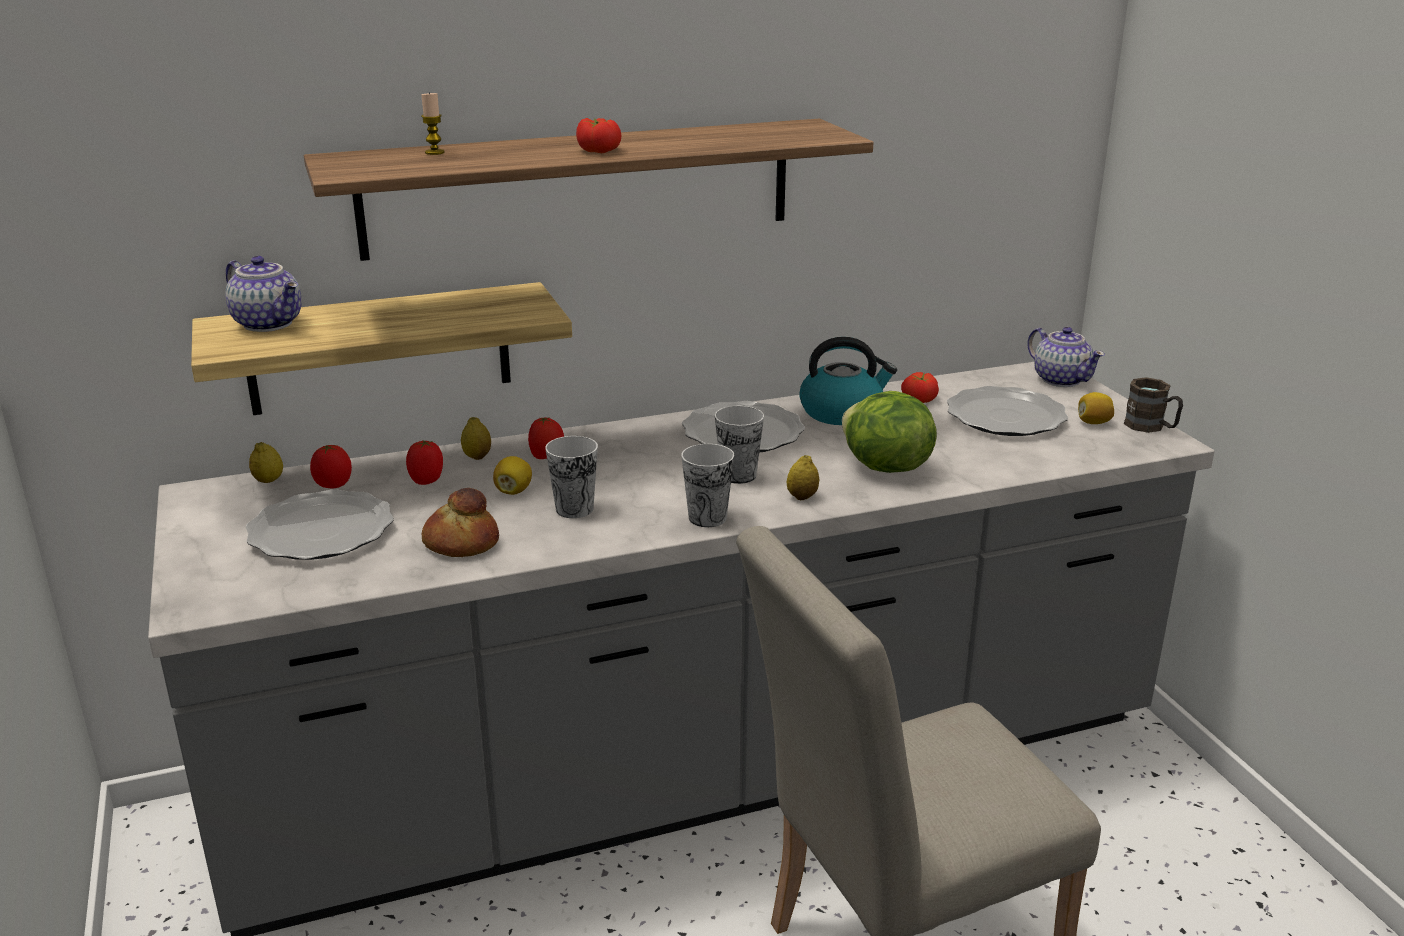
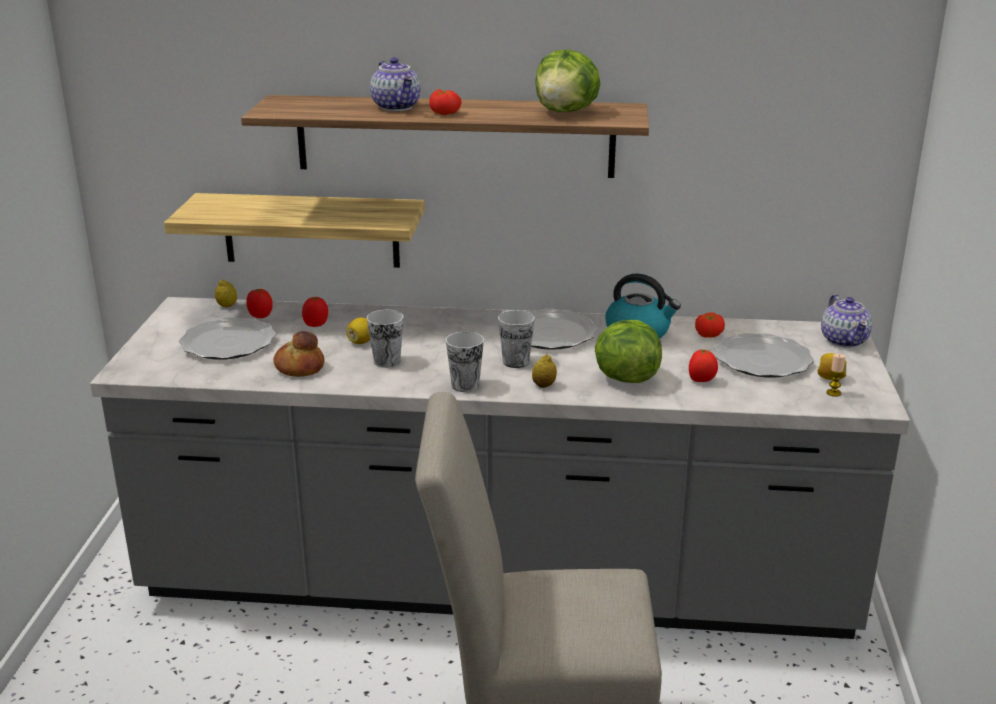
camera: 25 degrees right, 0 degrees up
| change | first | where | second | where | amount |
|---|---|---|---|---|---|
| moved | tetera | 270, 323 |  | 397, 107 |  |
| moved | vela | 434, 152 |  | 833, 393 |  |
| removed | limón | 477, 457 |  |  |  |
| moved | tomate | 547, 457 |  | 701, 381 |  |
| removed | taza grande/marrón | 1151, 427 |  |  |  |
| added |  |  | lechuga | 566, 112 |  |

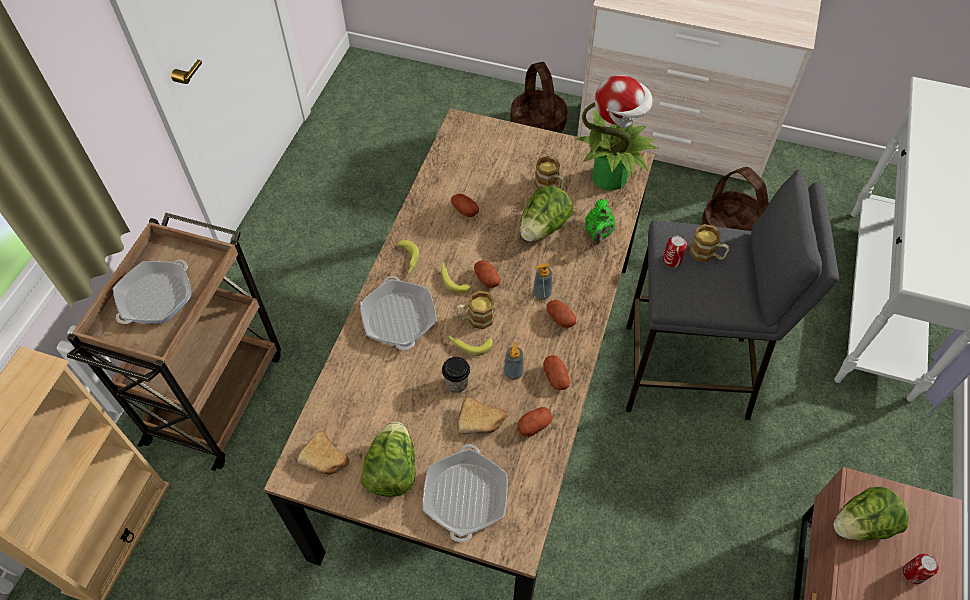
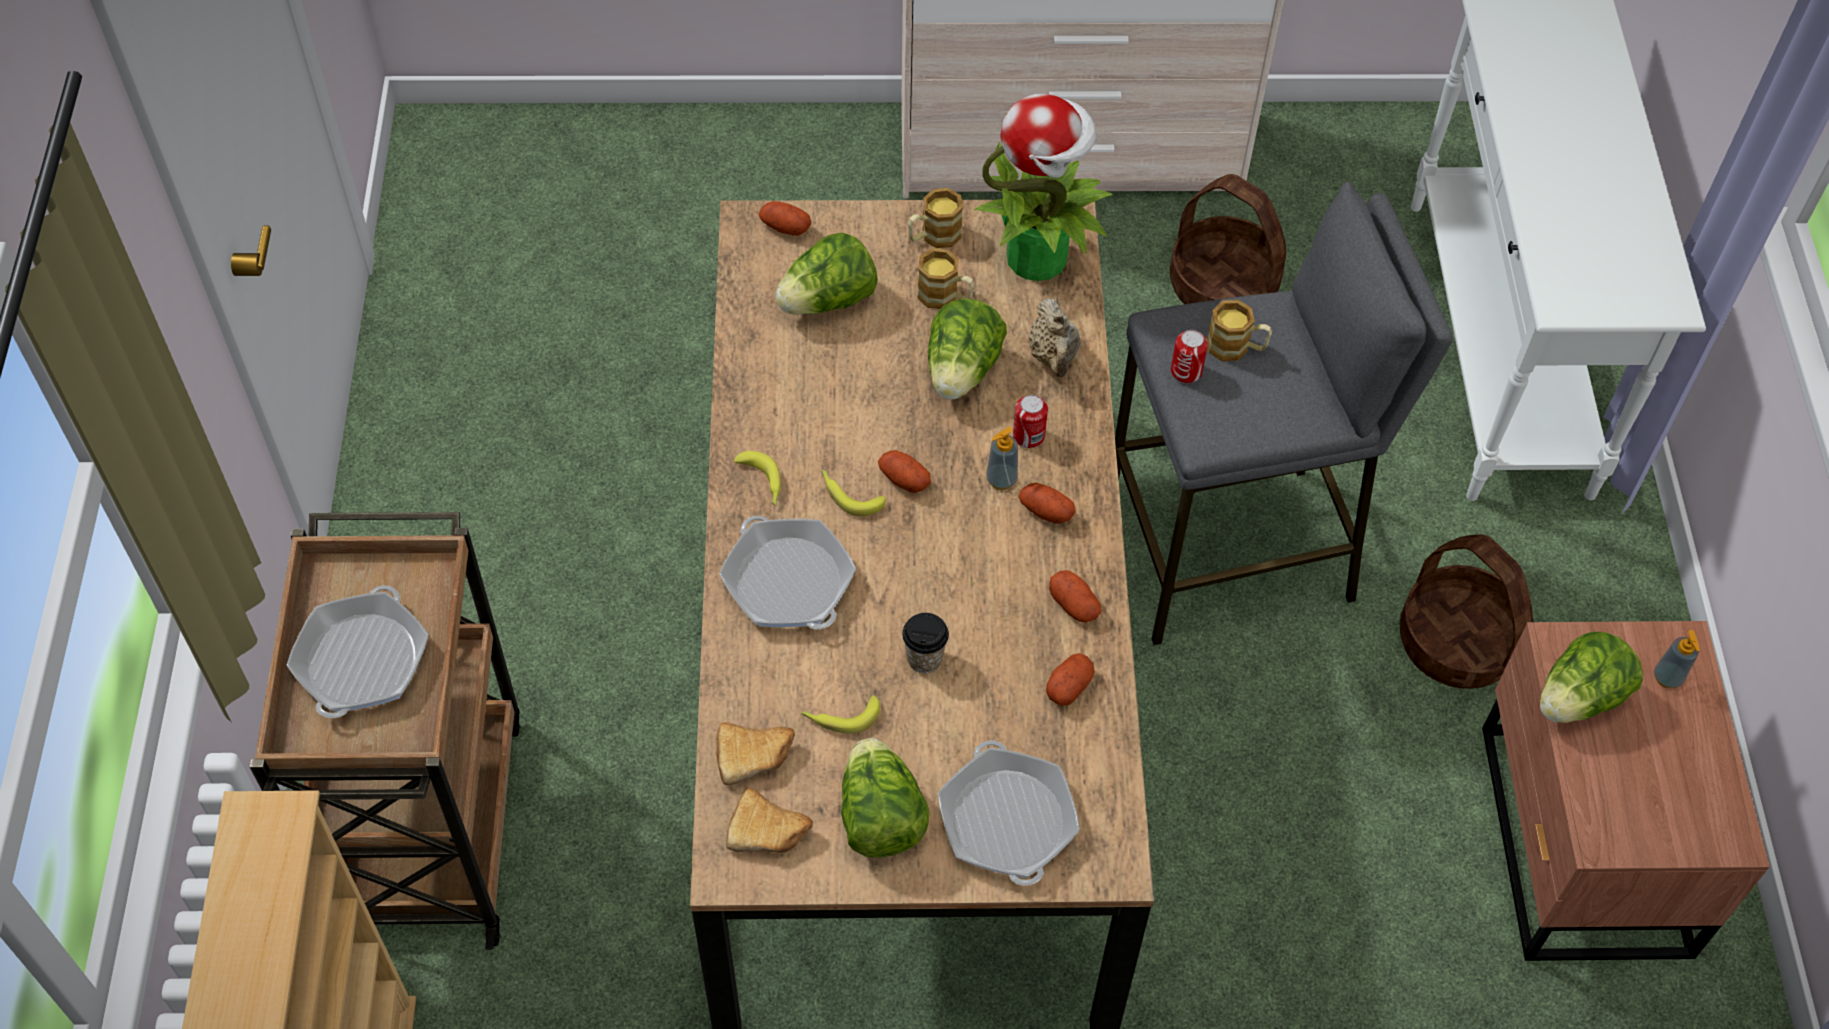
camera: 20 degrees left, 0 degrees up
| change | first | where | second | where | amount |
|---|---|---|---|---|---|
| moved | plátano | 469, 344 |  | 840, 717 |  |
| moved | patata | 464, 210 |  | 785, 227 |  |
| moved | taza grande | 475, 319 |  | 933, 236 |  |
| moved | pan | 482, 422 |  | 757, 757 |  |
| moved | dispensador de jabón | 513, 373 |  | 1667, 677 |  |
| moved | cesta | 538, 125 |  | 1458, 642 |  |
| recoloured | tetera/verde | 598, 233 | tetera/beis | 1053, 357 |  |
| moved | lata | 913, 573 |  | 1028, 436 |  |
| added |  |  | lechuga | 828, 301 |  |

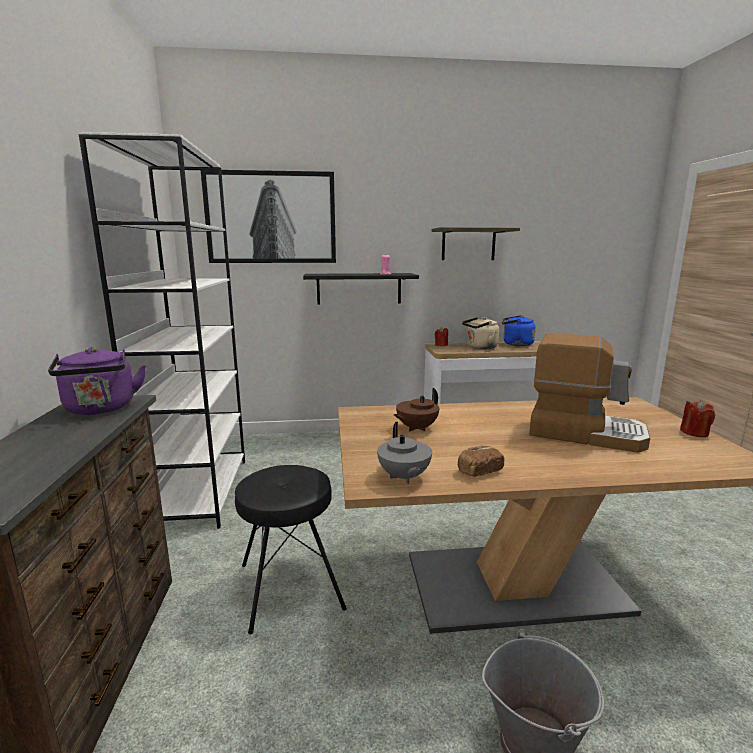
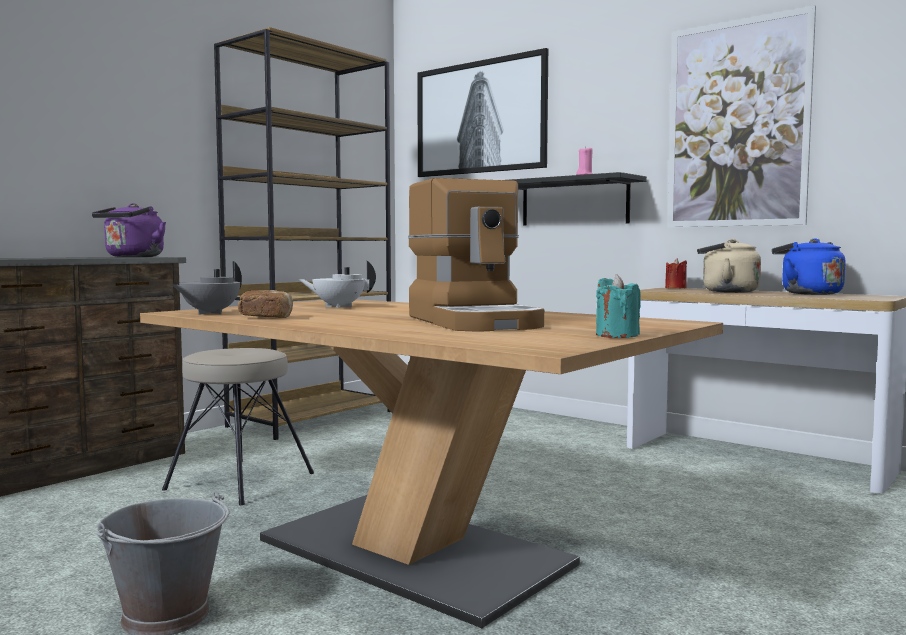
camera: 45 degrees right, 10 degrees down
| change | first | where | second | where | amount |
|---|---|---|---|---|---|
| recoloured | estantería/blanco | 199, 492 | estantería/marrón | 312, 418 |  |
| recoloured | taburete/negro | 289, 586 | taburete/beis | 239, 481 |  |
| recoloured | tetera/marrón | 416, 428 | tetera/blanco | 338, 306 |  |
| replaced | estante | 468, 244 | cuadro | 737, 124 |  |
| recoloured | vela/rojo | 694, 432 | vela/turquesa | 616, 335 |  |

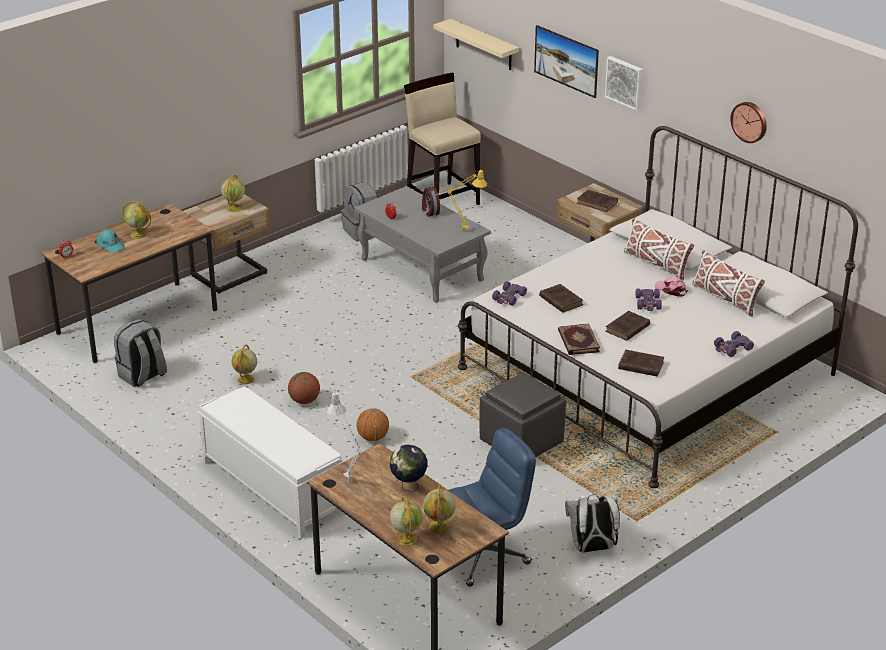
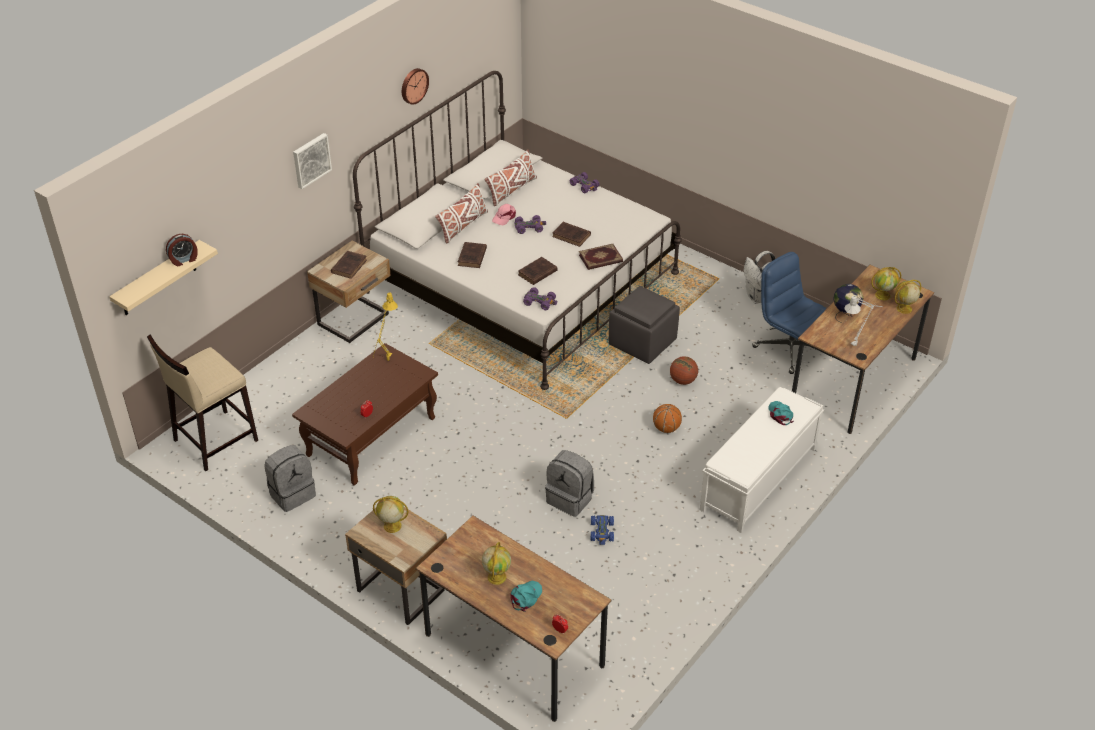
camera: 100 degrees left, 10 degrees up
| change | first | where | second | where | amount |
|---|---|---|---|---|---|
| moved | mochila/gris | 142, 376 |  | 570, 499 |  |
| replaced | globo terráqueo | 246, 380 | coche de juguete/azul | 602, 532 |  |
| moved | balón de baloncesto | 304, 401 |  | 683, 380 |  |
| recoloured | mesa de centro/gris | 421, 269 | mesa de centro/marrón | 370, 437 |  |
| moved | despertador | 430, 211 |  | 184, 260 |  |
| removed | cuadro | 565, 72 |  |  |  |
| moved | libro/marrón | 639, 365 |  | 472, 257 |  |
| added |  |  | gorra/turquesa | 780, 414 |  |

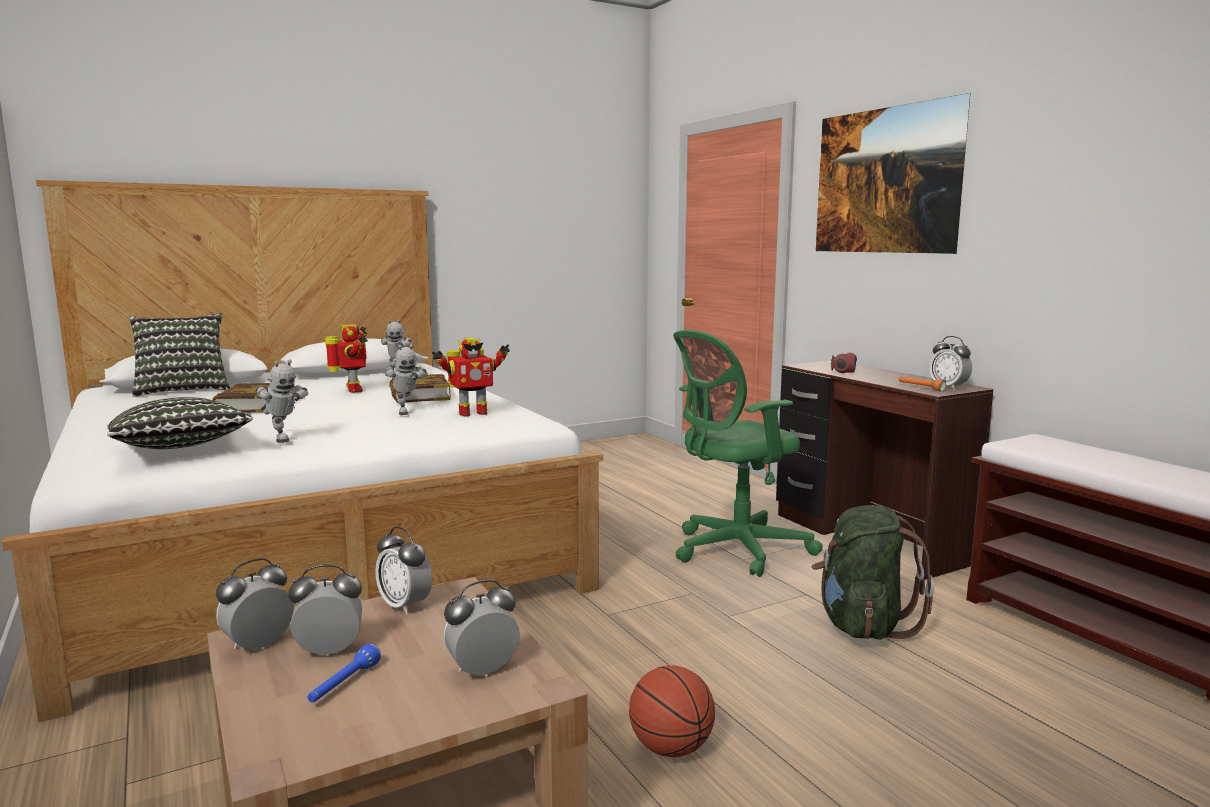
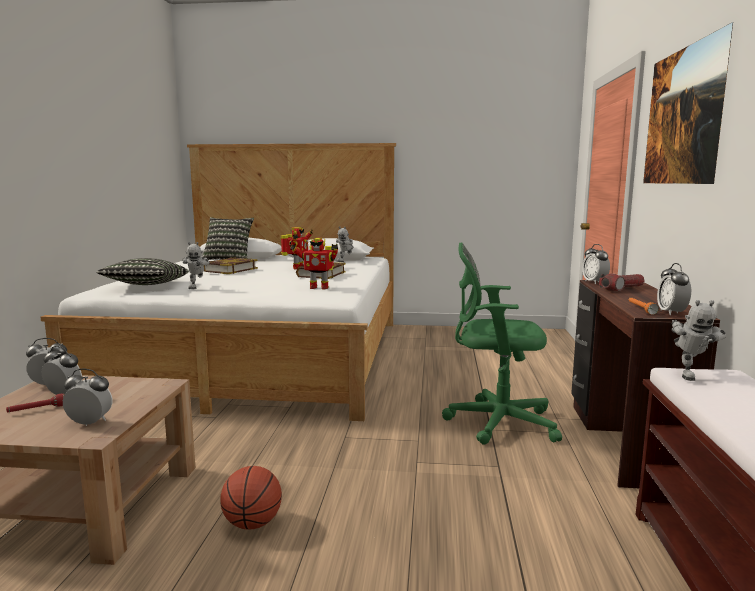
camera: 35 degrees right, 0 degrees up
| change | first | where | second | where | amount |
|---|---|---|---|---|---|
| recoloured | linterna/azul | 343, 685 | linterna/rojo | 37, 410 |  |
| moved | despertador | 405, 605 |  | 594, 282 |  |
| moved | robot de juguete | 405, 412 |  | 688, 375 |  |
| removed | mochila/verde | 862, 625 |  |  |  |

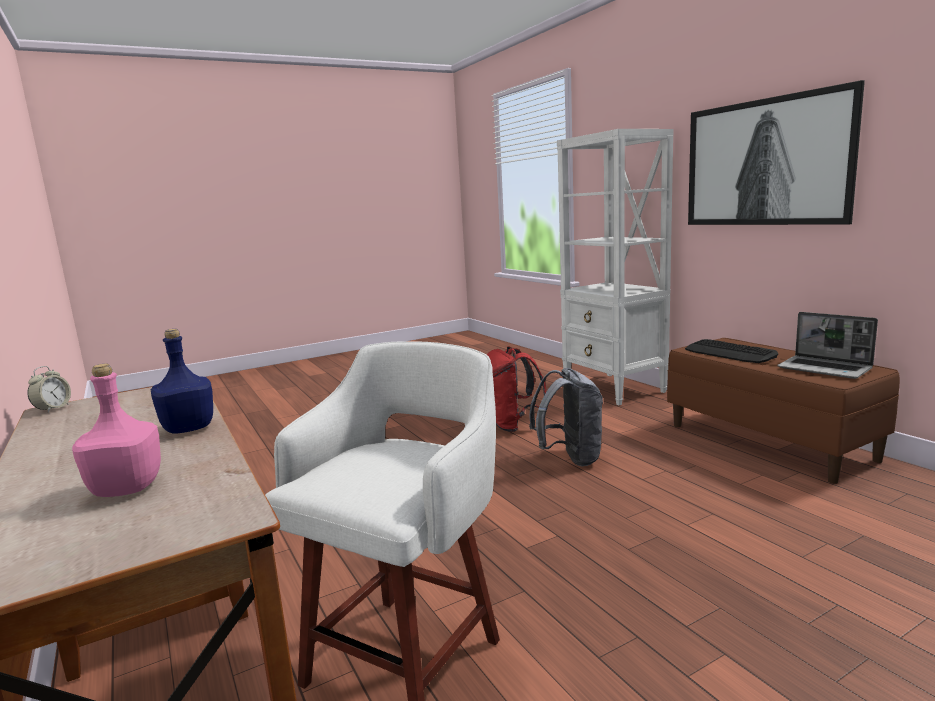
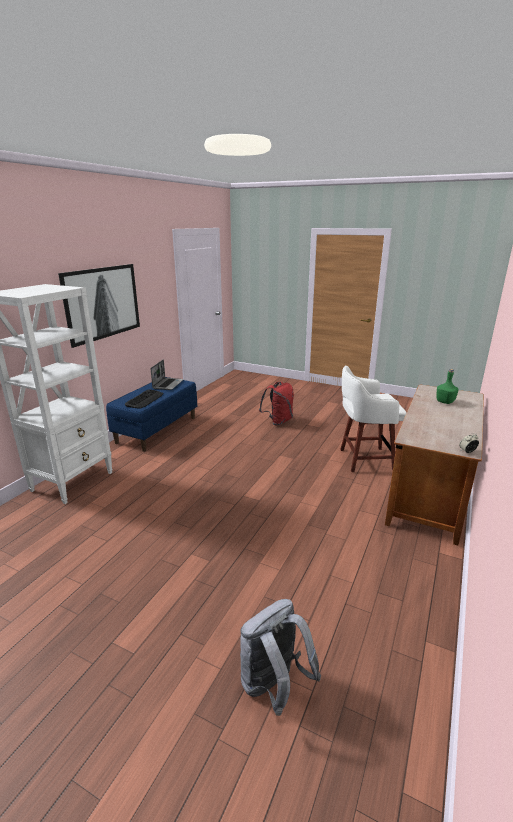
camera: 125 degrees left, 10 degrees up
| change | first | where | second | where | amount |
|---|---|---|---|---|---|
| recoloured | botella/rosa | 125, 488 | botella/verde | 445, 402 |  |
| removed | botella/azul | 189, 428 |  |  |  |
| moved | mochila/rojo | 512, 425 |  | 278, 421 |  |
| moved | mochila/gris | 570, 458 |  | 273, 686 |  |
| recoloured | banco/marrón | 769, 442 | banco/azul | 157, 429 |  |

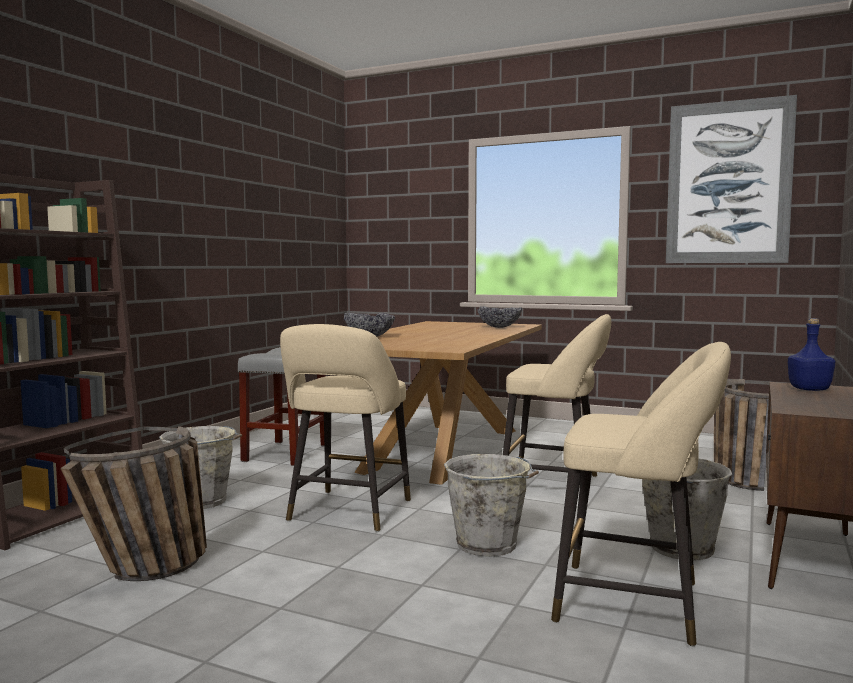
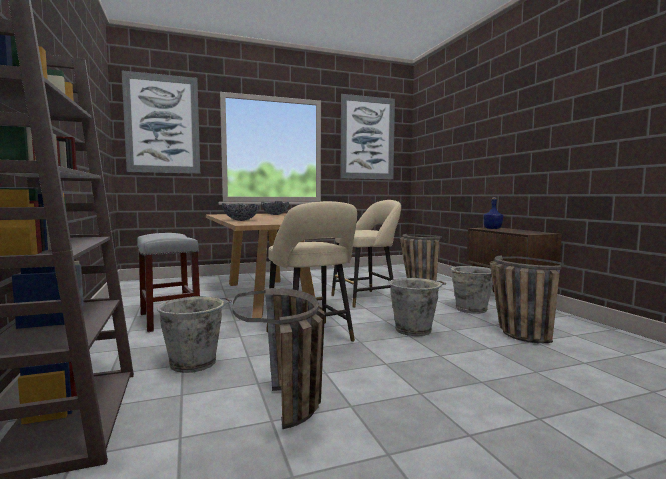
camera: 45 degrees left, 0 degrees up
| change | first | where | second | where | amount |
|---|---|---|---|---|---|
| replaced | taburete/beis | 638, 604 | cesta | 514, 332 |  |
| added |  |  | cuadro | 162, 124 |  |

